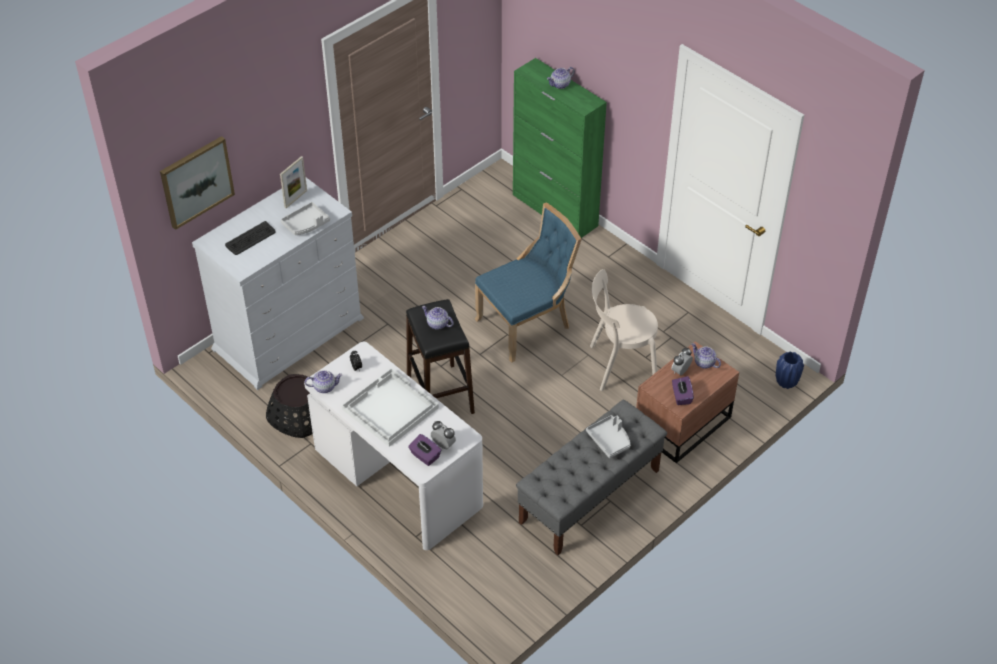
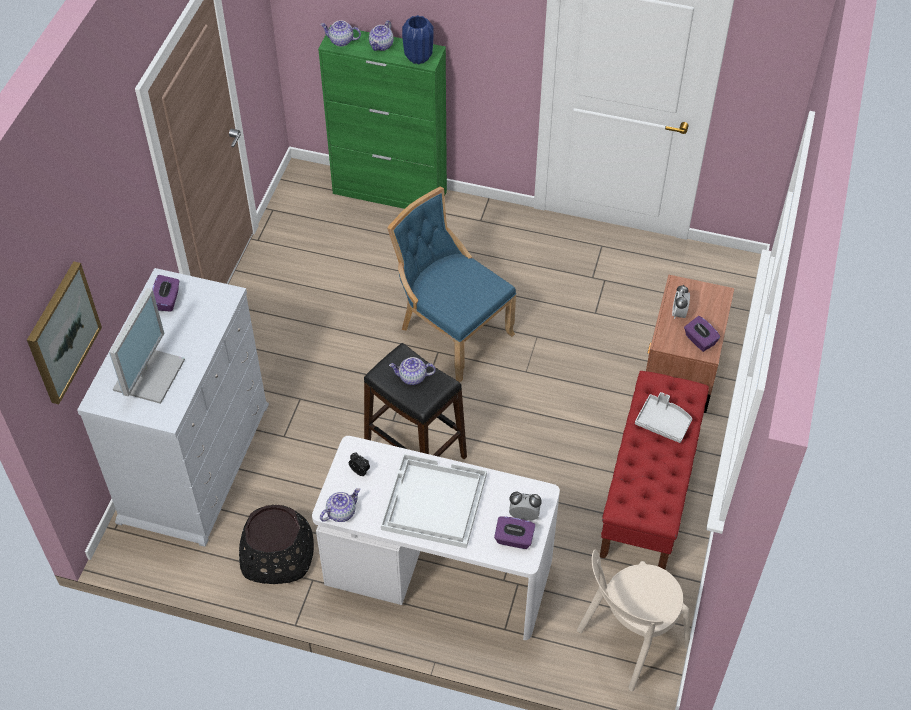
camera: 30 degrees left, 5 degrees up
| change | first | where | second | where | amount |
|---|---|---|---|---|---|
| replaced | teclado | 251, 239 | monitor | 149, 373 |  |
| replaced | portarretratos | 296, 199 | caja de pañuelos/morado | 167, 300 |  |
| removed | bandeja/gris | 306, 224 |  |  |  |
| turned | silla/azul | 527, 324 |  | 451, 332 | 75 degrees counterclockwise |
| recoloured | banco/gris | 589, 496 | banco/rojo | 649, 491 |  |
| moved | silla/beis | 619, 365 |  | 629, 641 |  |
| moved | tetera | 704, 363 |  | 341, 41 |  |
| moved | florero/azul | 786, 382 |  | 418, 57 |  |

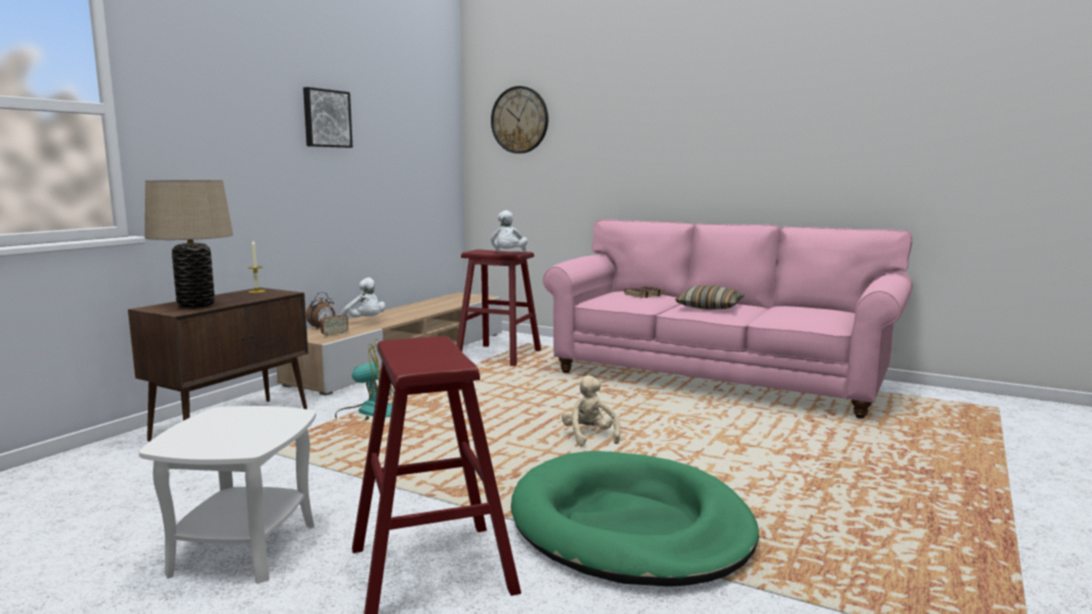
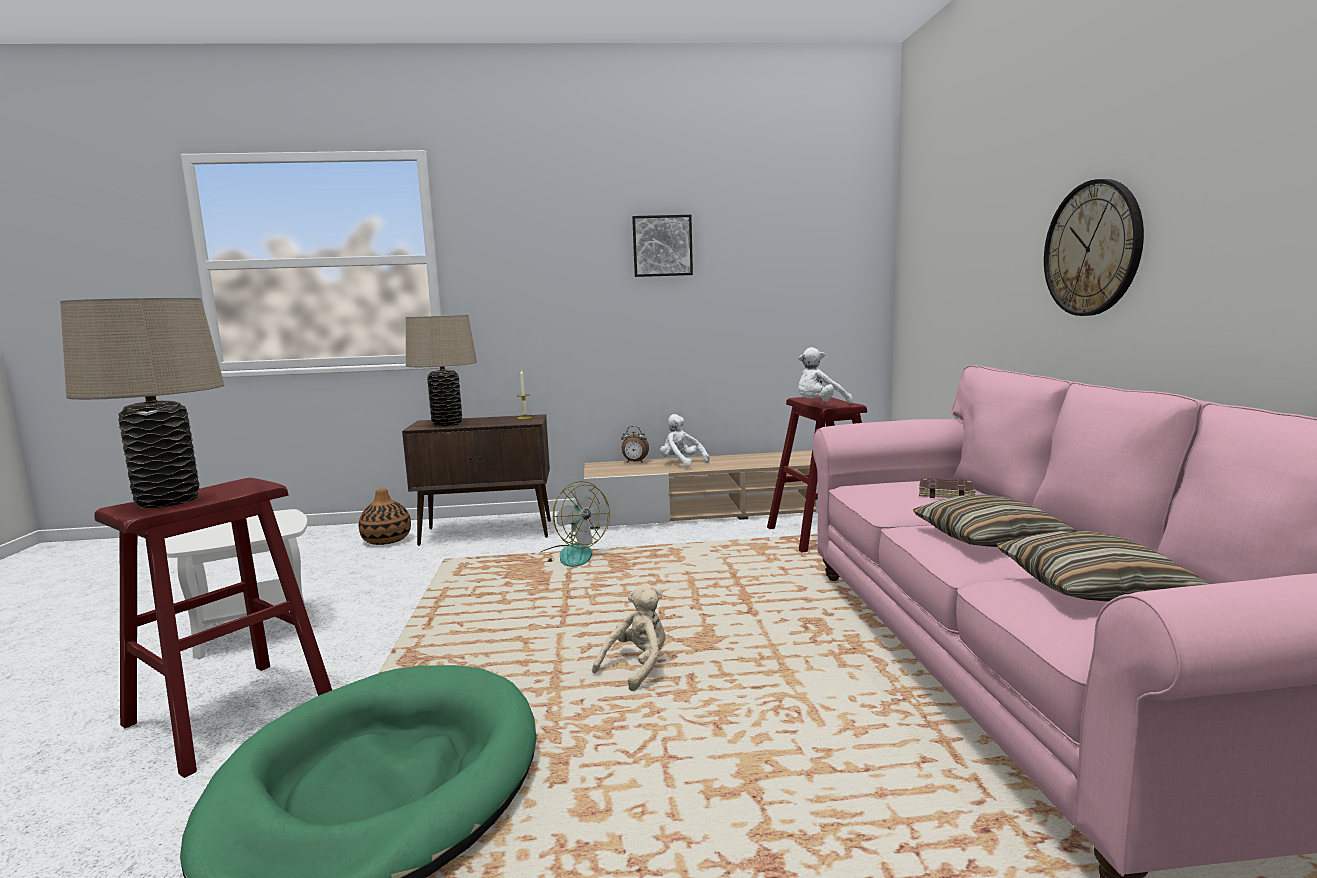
camera: 55 degrees right, 0 degrees up
| change | first | where | second | where | amount |
|---|---|---|---|---|---|
| removed | radio | 334, 334 |  |  |  |
| turned | peluche/blanco | 365, 321 |  | 681, 463 | 135 degrees clockwise |
| moved | reloj de pared | 520, 120 |  | 1092, 249 |  |
| added |  |  | lámpara de mesa/beis | 168, 501 |  |
| added |  |  | florero | 386, 540 |  |
| added |  |  | cojín | 1092, 587 |  |

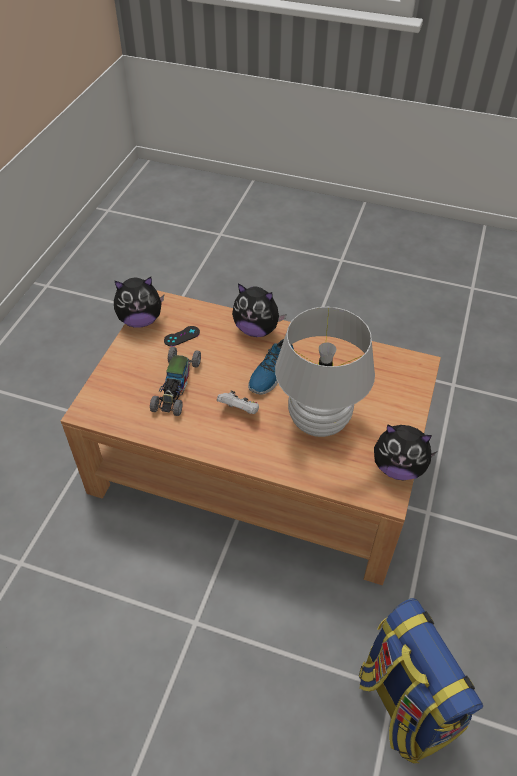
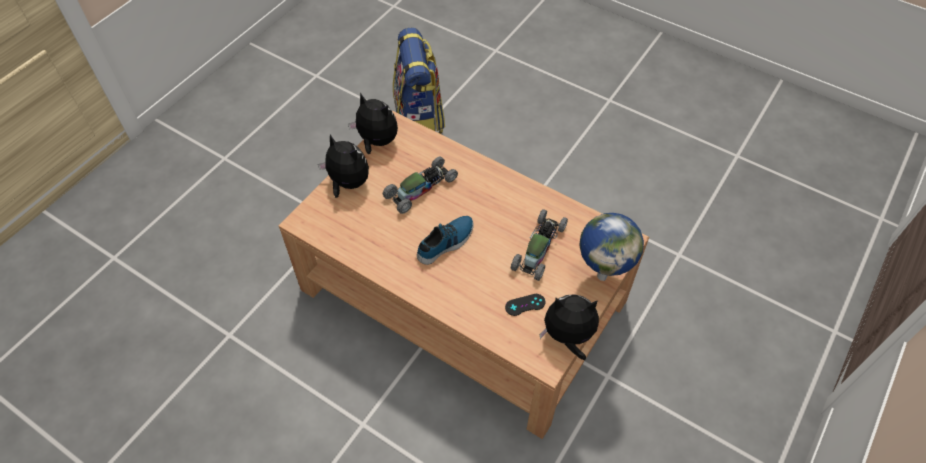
camera: 165 degrees left, 5 degrees up
| change | first | where | second | where | amount |
|---|---|---|---|---|---|
| removed | mando de consola/blanco | 240, 410 |  |  |  |
| moved | peluche | 256, 329 |  | 347, 183 |  |
| replaced | lámpara de mesa/blanco | 319, 421 | coche de juguete | 421, 188 |  |
| added |  |  | globo terráqueo | 602, 275 |  |

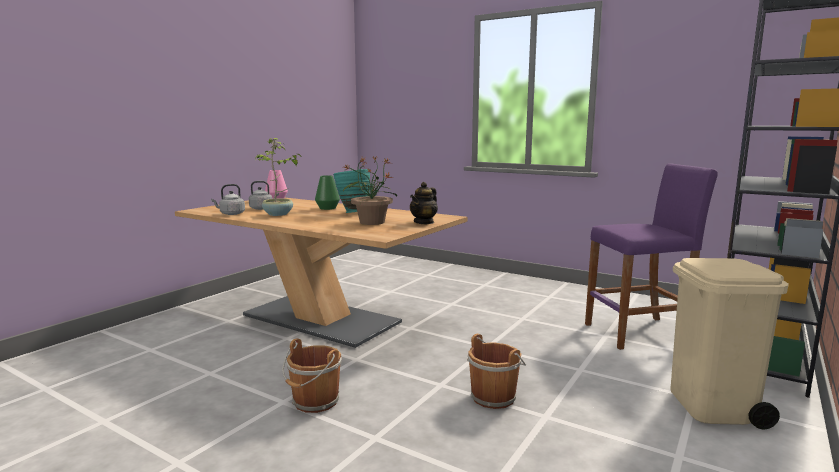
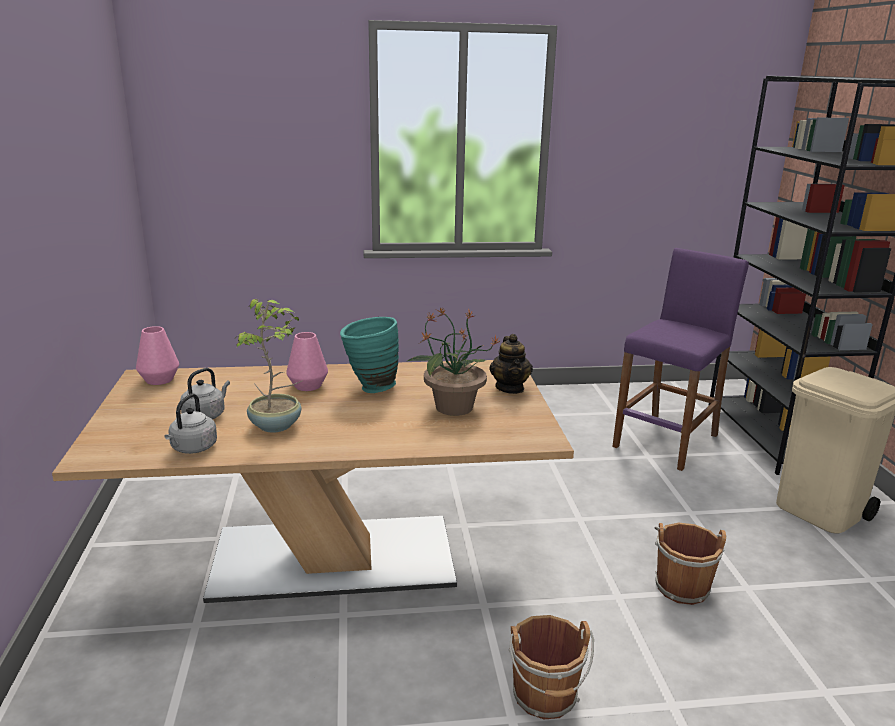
camera: 40 degrees left, 10 degrees up
| change | first | where | second | where | amount |
|---|---|---|---|---|---|
| recoloured | florero/verde | 327, 208 | florero/rosa | 307, 385 |  |

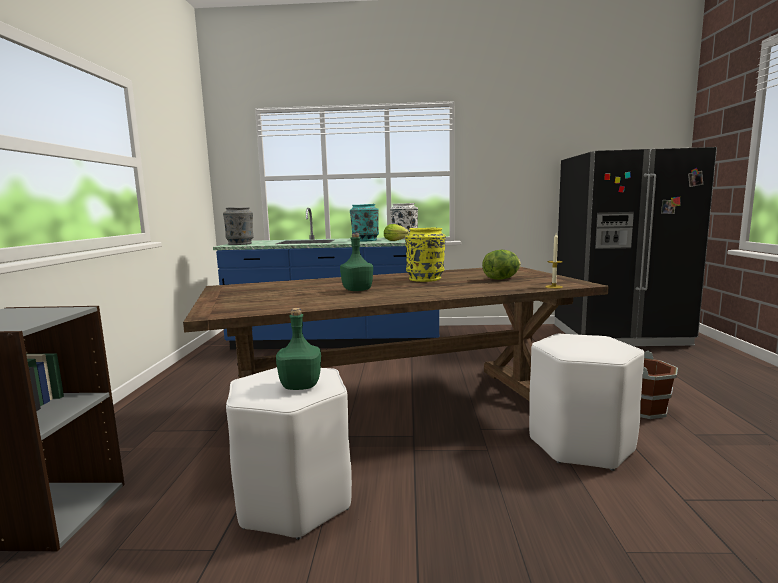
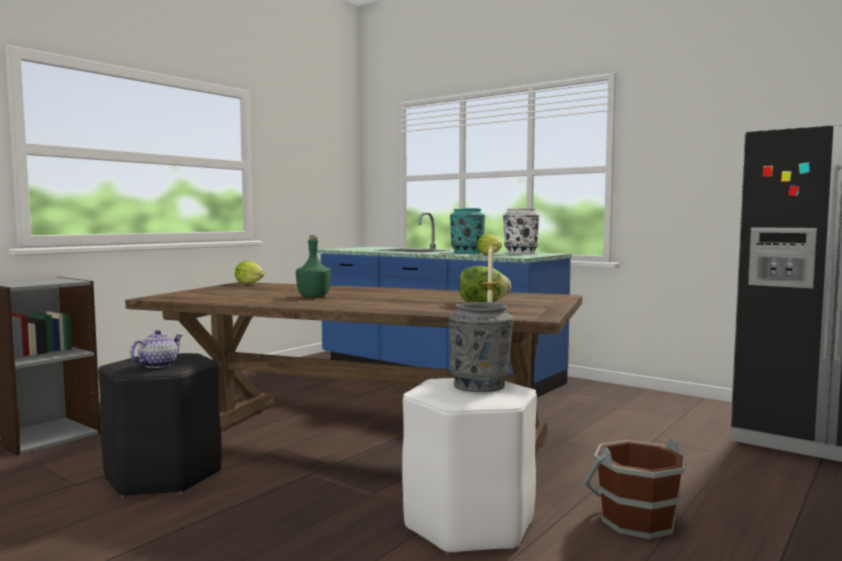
camera: 35 degrees right, 5 degrees down
| change | first | where | second | where | amount |
|---|---|---|---|---|---|
| moved | florero/gris | 240, 244 |  | 480, 385 |  |
| recoloured | taburete/blanco | 294, 501 | taburete/negro | 163, 476 |  |
| replaced | botella/verde | 299, 386 | tetera | 158, 365 |  |
| removed | florero/amarillo | 426, 279 |  |  |  |
| added |  |  | lechuga | 251, 284 |  |

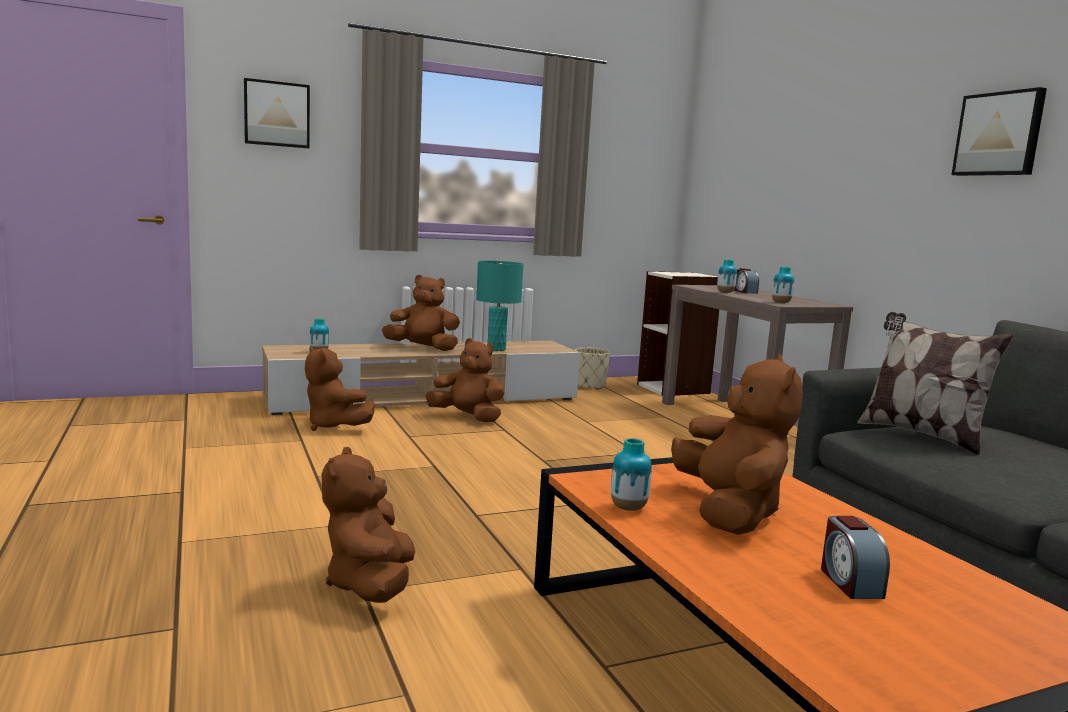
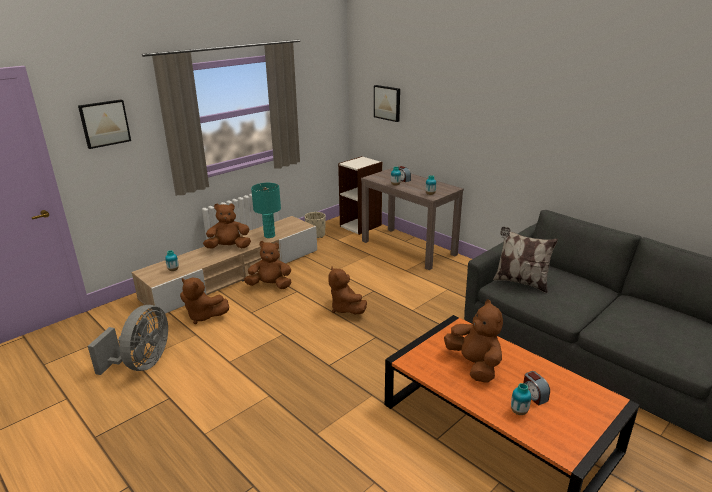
camera: 20 degrees left, 15 degrees up
| change | first | where | second | where | amount |
|---|---|---|---|---|---|
| moved | peluche/marrón | 370, 585 |  | 346, 309 |  |
| moved | florero | 628, 508 |  | 519, 411 |  |
| moved | cuadro | 999, 134 |  | 387, 103 |  |
| added |  |  | ventilador/gris | 142, 364 |  |

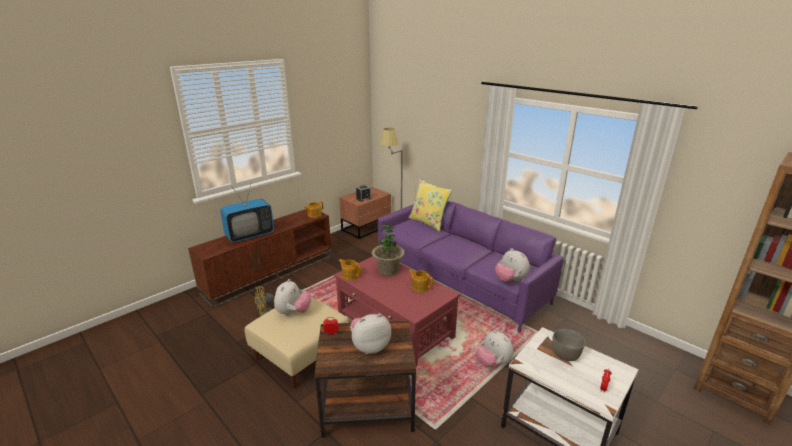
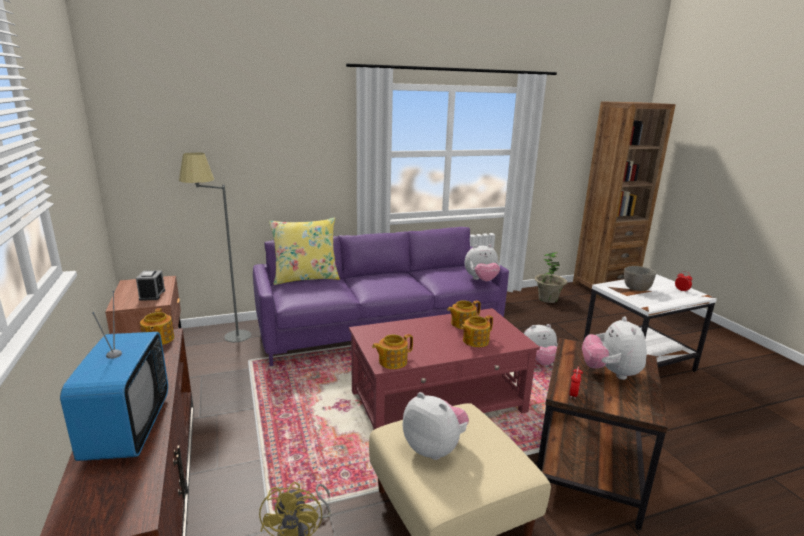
camera: 65 degrees left, 5 degrees down
| change | first | where | second | where | amount |
|---|---|---|---|---|---|
| moved | planta en maceta | 388, 271 |  | 548, 299 |  |
| added |  |  | tetera | 475, 341 |  |

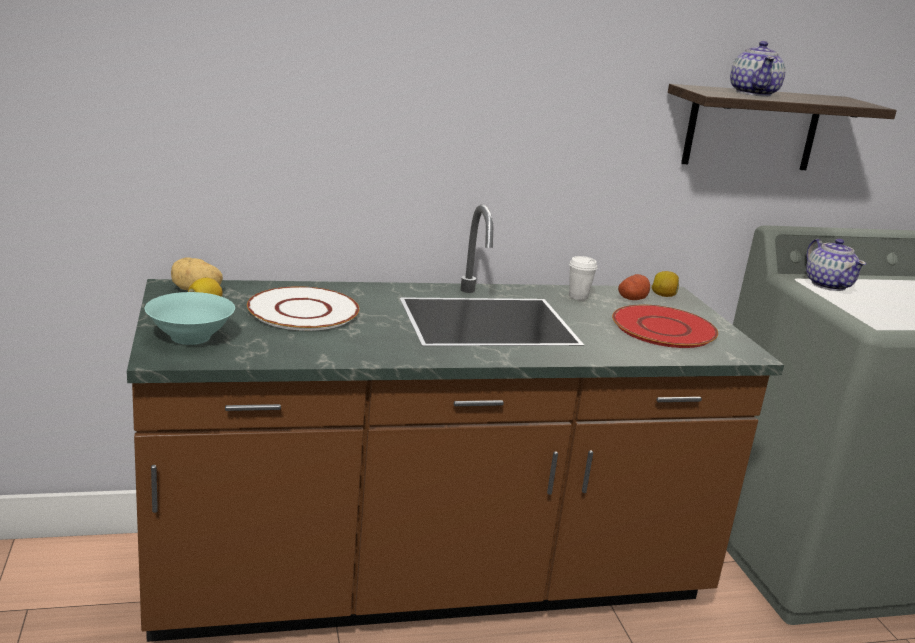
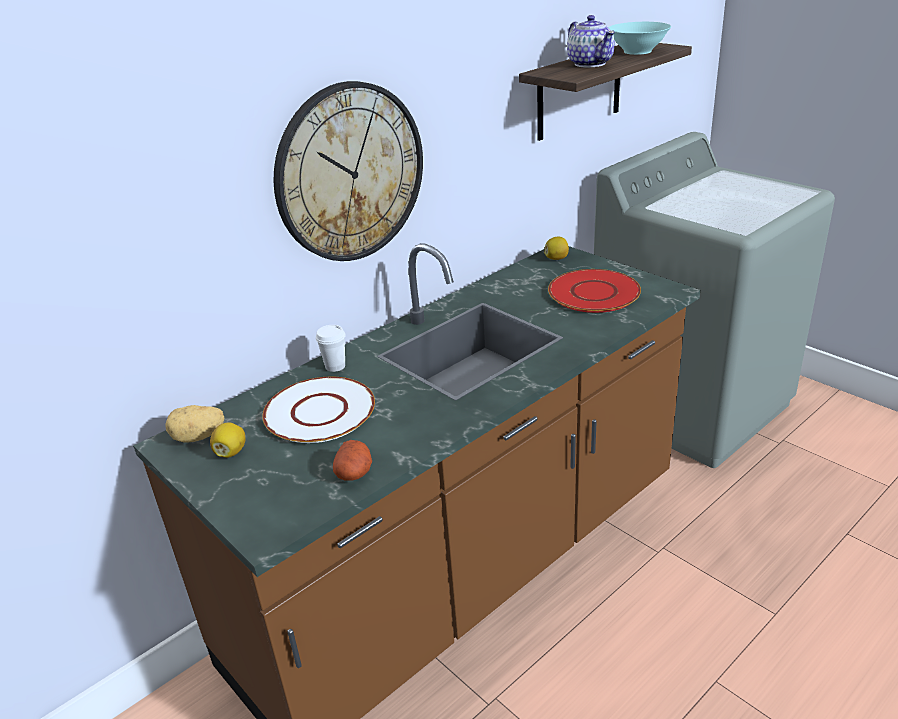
camera: 25 degrees left, 10 degrees up
| change | first | where | second | where | amount |
|---|---|---|---|---|---|
| moved | cuenco/turquesa | 191, 336 |  | 637, 51 |  |
| moved | taza/blanco | 578, 297 |  | 335, 366 |  |
| moved | patata | 632, 299 |  | 354, 473 |  |
| removed | tetera | 828, 285 |  |  |  |
| added |  |  | reloj de pared | 350, 173 |  |

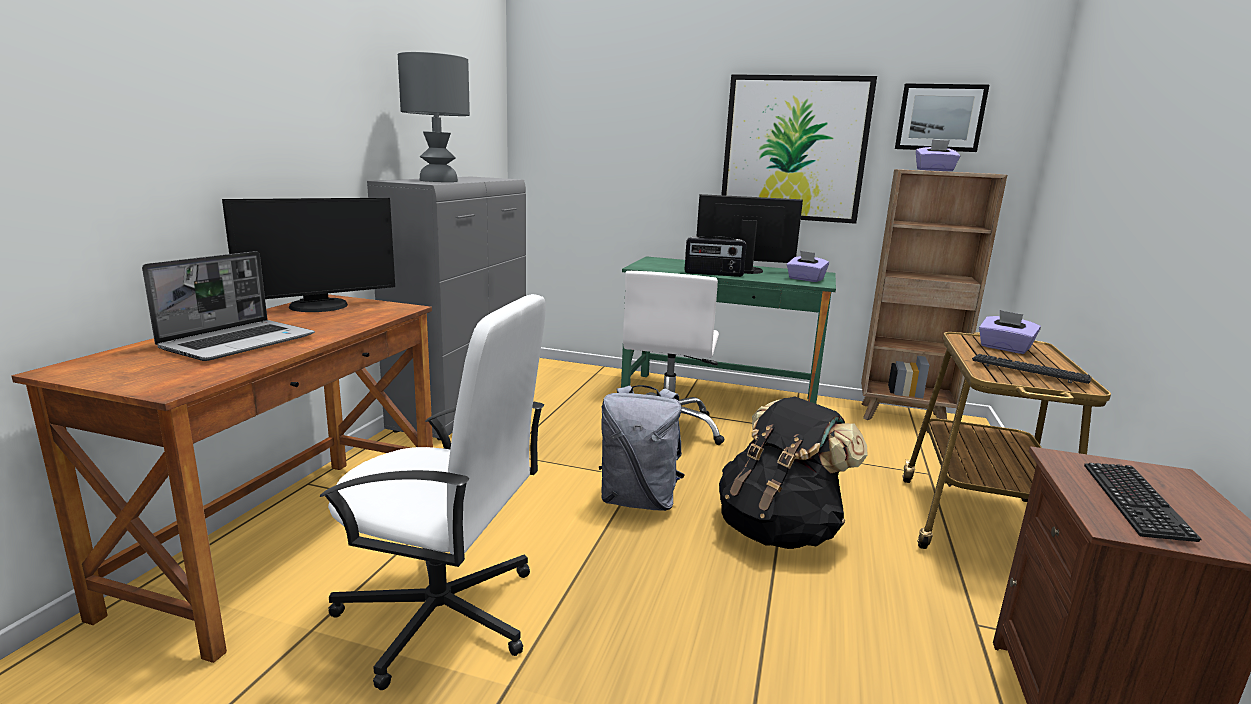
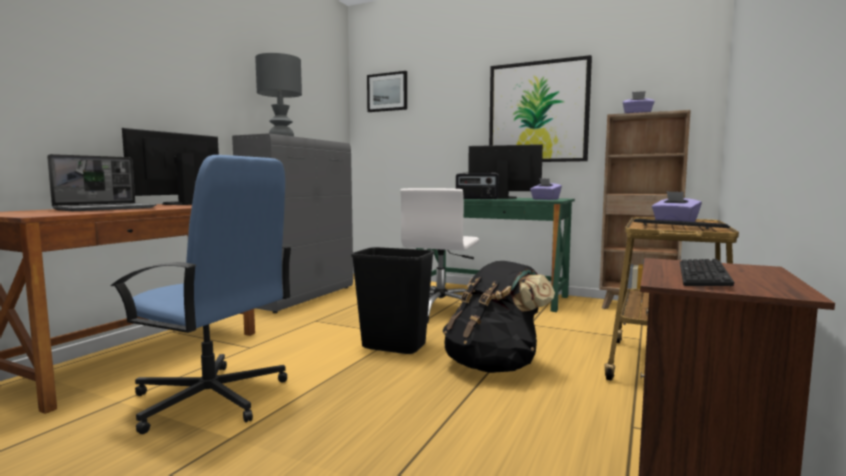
camera: 10 degrees right, 10 degrees down
| change | first | where | second | where | amount |
|---|---|---|---|---|---|
| turned | monitor | 320, 306 |  | 181, 204 | 150 degrees clockwise |
| recoloured | silla de oficina/blanco | 442, 615 | silla de oficina/azul | 211, 398 |  |
| replaced | mochila/gris | 639, 500 | papelera/negro | 395, 346 |  |
| moved | cuadro | 940, 118 |  | 387, 92 |  |

